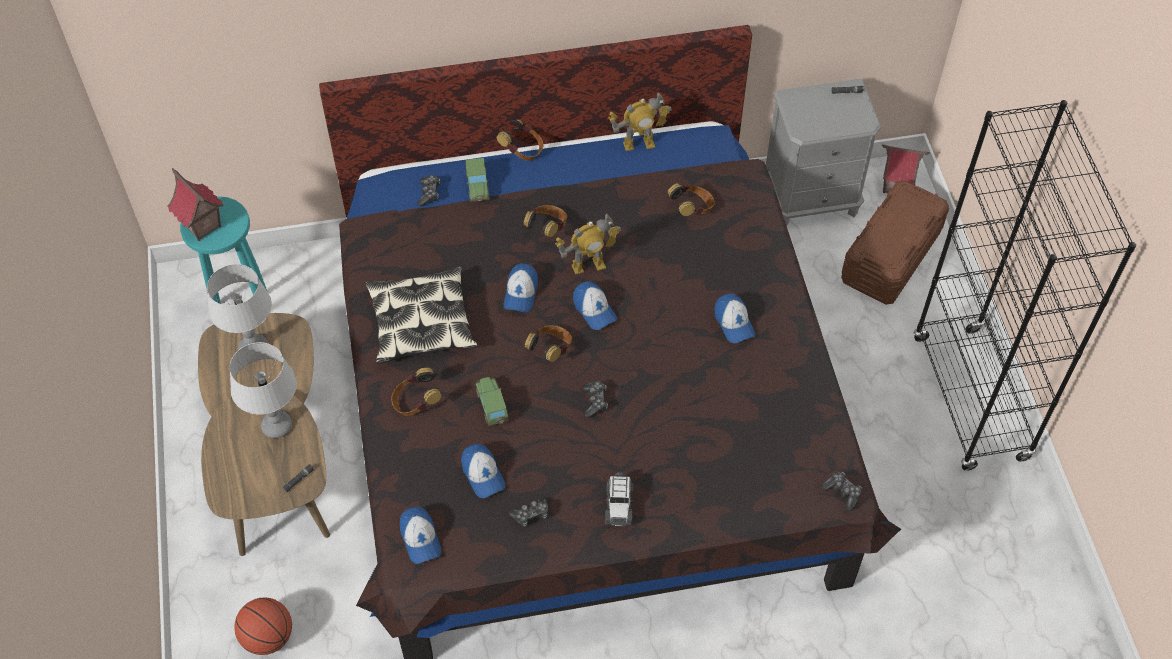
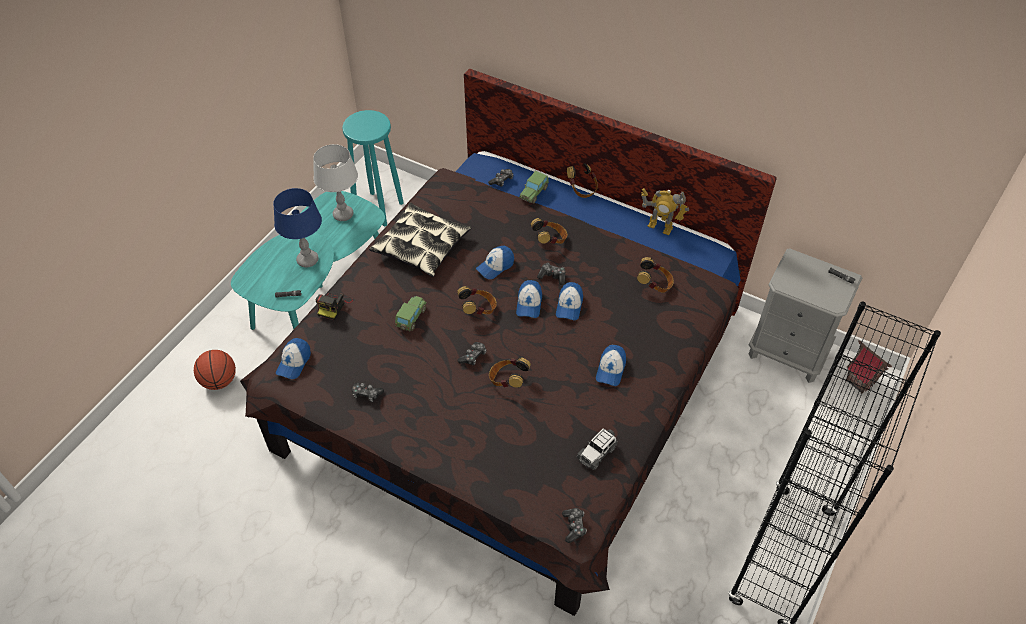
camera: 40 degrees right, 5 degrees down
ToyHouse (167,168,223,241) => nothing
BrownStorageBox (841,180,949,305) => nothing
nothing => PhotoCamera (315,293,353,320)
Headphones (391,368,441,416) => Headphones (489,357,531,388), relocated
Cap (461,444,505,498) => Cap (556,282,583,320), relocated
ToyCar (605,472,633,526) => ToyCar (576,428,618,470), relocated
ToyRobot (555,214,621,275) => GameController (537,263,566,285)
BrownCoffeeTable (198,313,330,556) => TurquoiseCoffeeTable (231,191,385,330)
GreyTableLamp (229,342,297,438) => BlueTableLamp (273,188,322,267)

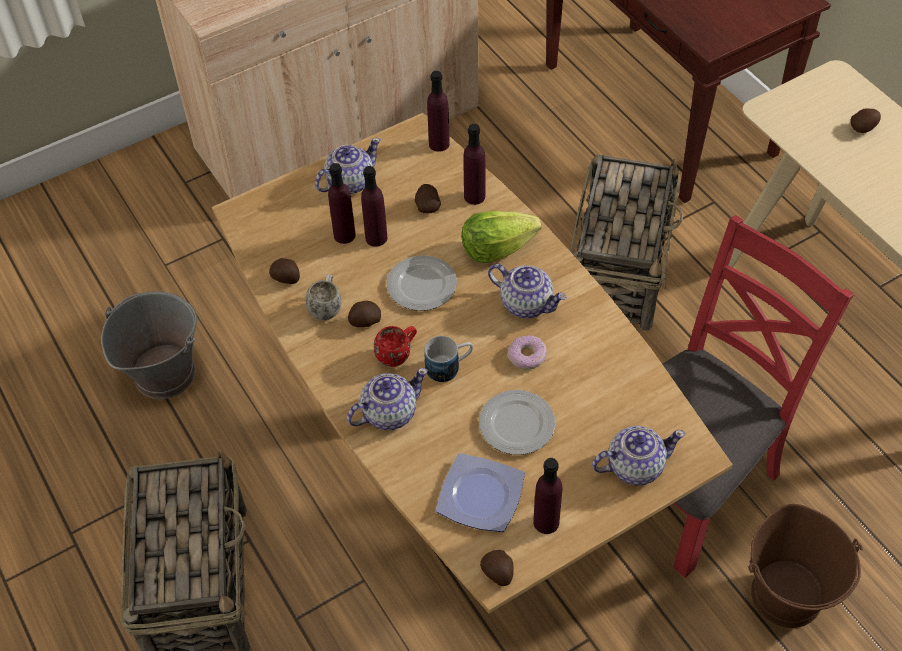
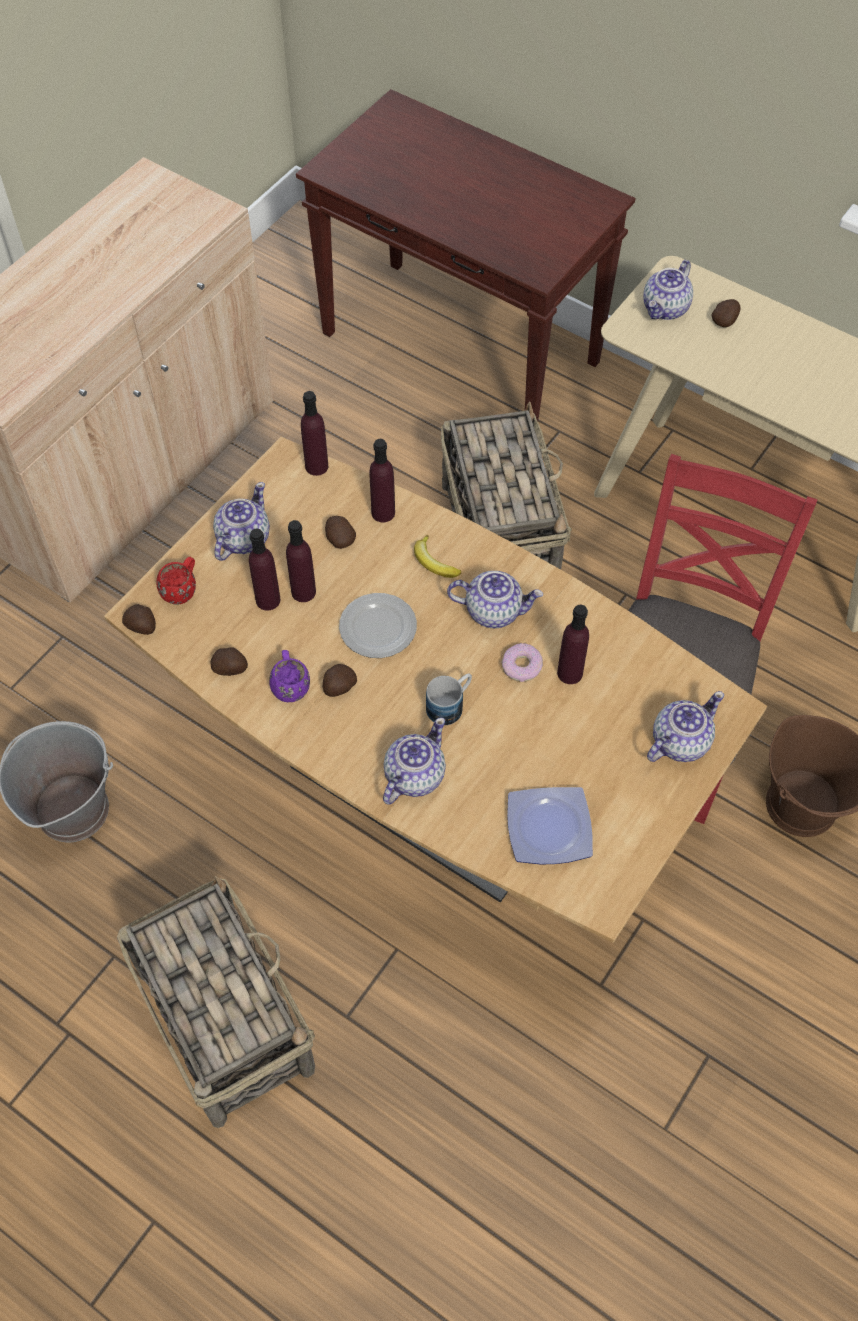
camera: 25 degrees left, 5 degrees up
Plate (479,390,555,455) => nothing
nothing => Teapot (643,260,693,320)
RedMug (374,326,417,367) => RedMug (156,557,196,605), relocated
Potato (480,550,514,586) => Potato (122,604,156,635), relocated
PurpleBottle (533,458,562,534) => PurpleBottle (557,605,589,684), relocated
Lettuce (461,211,541,263) => Banana (414,535,461,578)
WhiteMug (305,274,342,320) => PurpleMug (269,650,310,702)

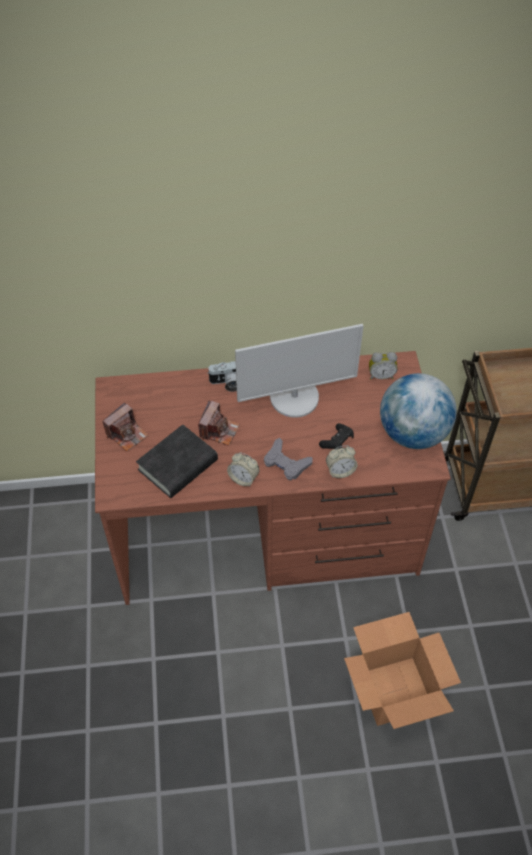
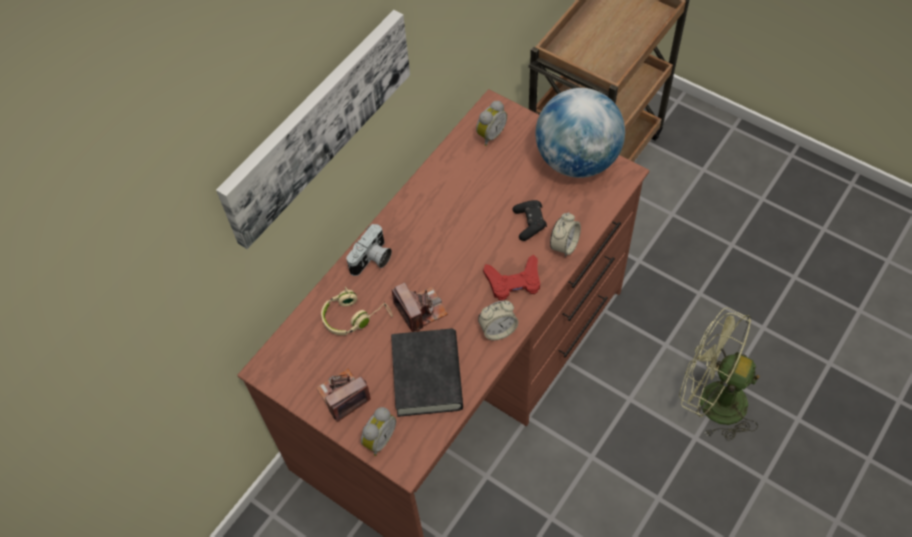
camera: 45 degrees left, 5 degrees up
Monitor (235,324,363,418) => nothing
nothing => Picture (216,10,410,249)
nothing => BeigeHeadphones (321,287,393,335)
nothing => AlarmClock (361,407,396,456)
CardboardBox (344,612,461,729) => GreenFan (679,308,759,441)
GreyGameController (264,438,313,480) => RedGameController (483,255,540,301)
PhotoCamera (102,402,148,452) => PhotoCamera (316,368,371,422), 120 degrees counterclockwise

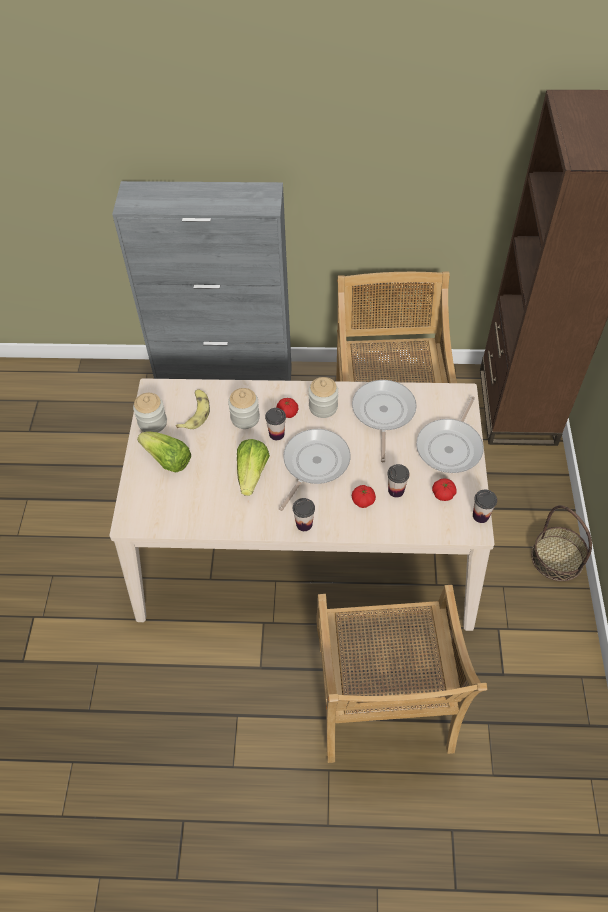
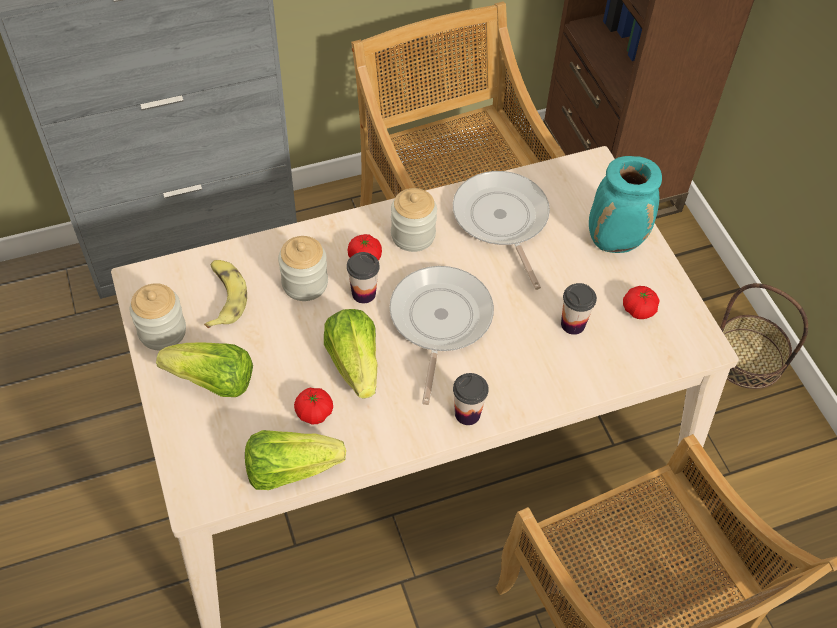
camera: 25 degrees left, 0 degrees up
Cup (473,490,497,523) => nothing
nothing => Lettuce (245,430,346,490)
Tomato (352,485,376,508) => Tomato (294,388,333,425), relocated
FryingPan (416,396,484,473) => TurquoiseVase (589,156,662,253)

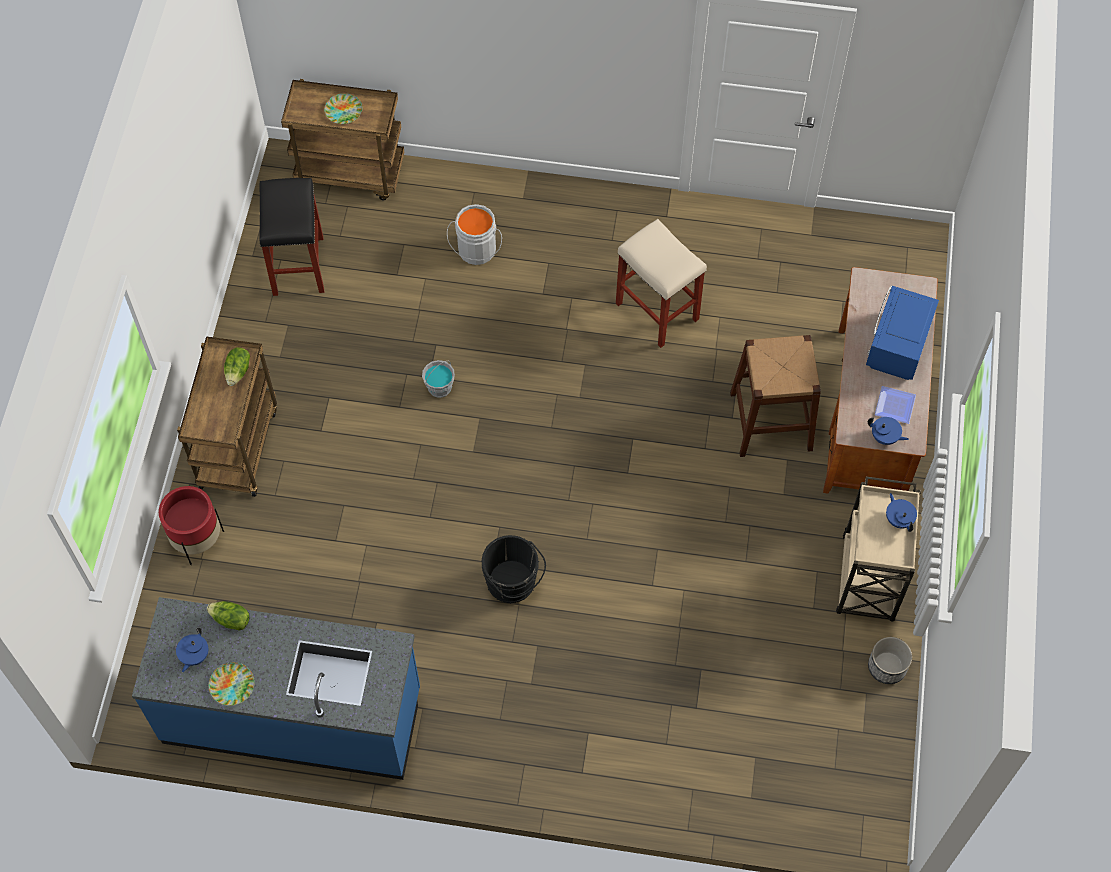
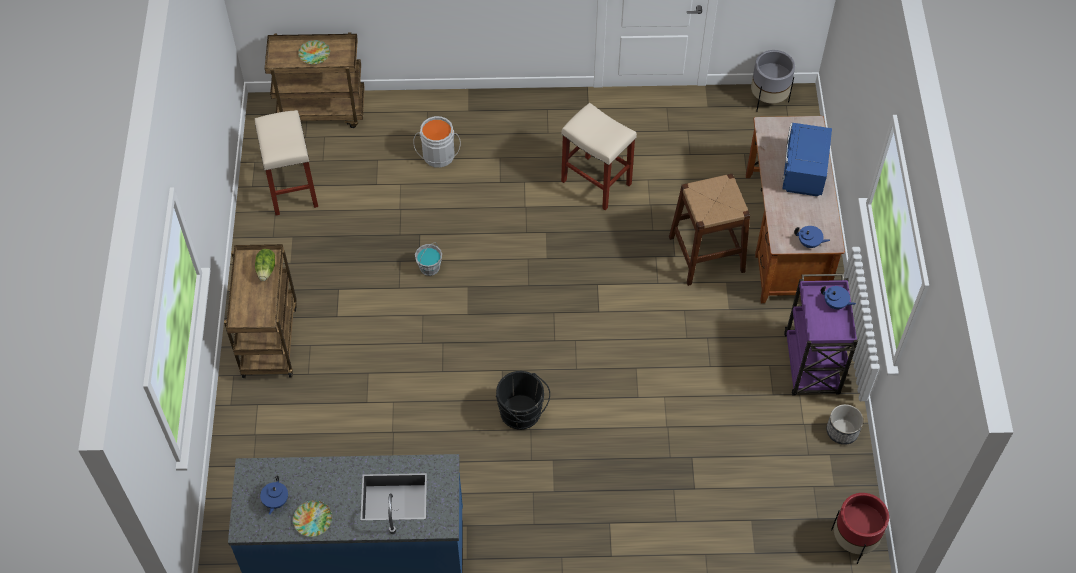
camera: 10 degrees left, 5 degrees down
Lettuce (207,601,250,631) => nothing
Plate (875,386,916,424) => nothing
nothing => GreyPlanter (751,50,795,112)
RedPlanter (159,486,224,565) => RedPlanter (831,493,889,564), relocated
BlackStool (259,178,324,296) => BeigeStool (255,110,318,215)
BeigeCart (836,476,921,621) => PurpleCart (784,274,858,395)
BlueTeapot (886,493,917,532) => BlueTeapot (821,286,856,309), 150 degrees clockwise

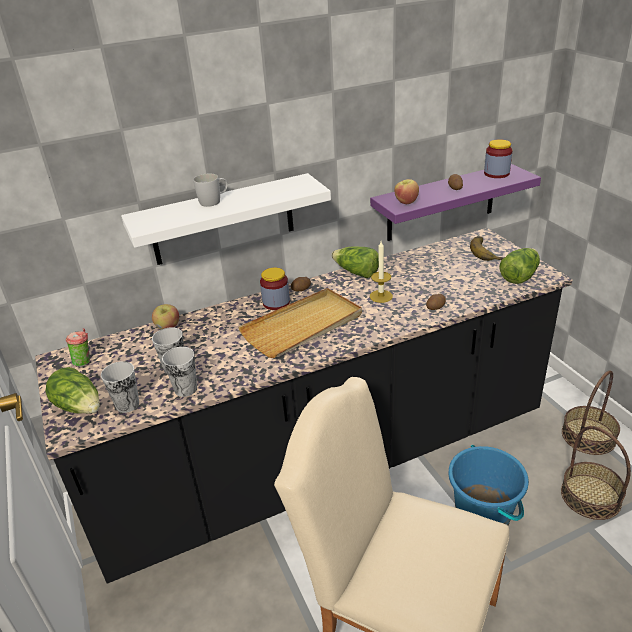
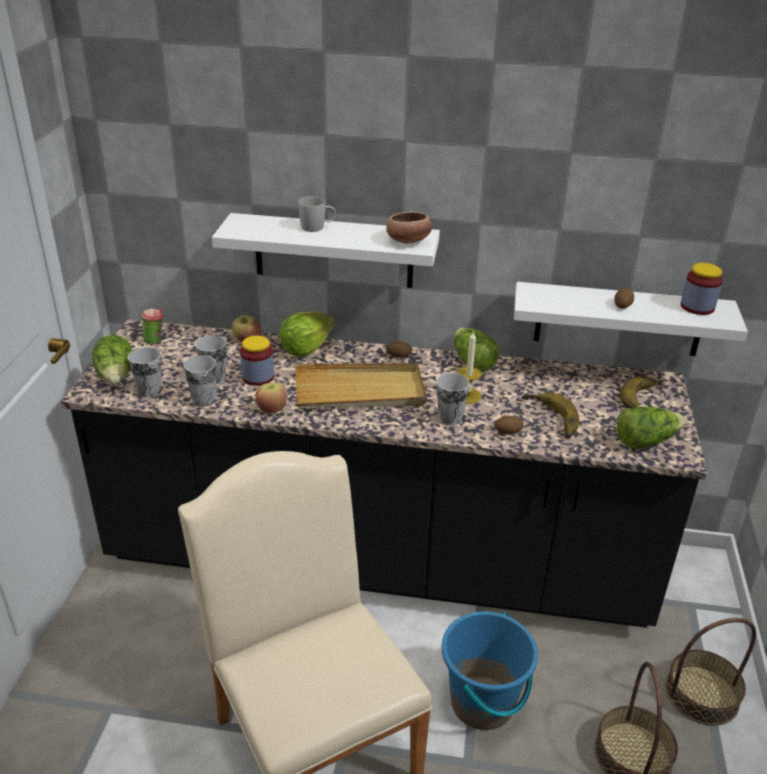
camera: 30 degrees right, 0 degrees up
nothing => Lettuce (279,312,335,357)
nothing => Bowl (386,211,432,244)
nothing => Cup (437,373,470,425)
nothing => Banana (521,392,579,439)
Jar (260,268,290,310) => Jar (240,336,274,386), relocated
Apple (394,179,419,204) => Apple (255,383,287,413), relocated
PurpleShelf (370,164,541,241) => WhiteShelf (514,282,748,356)

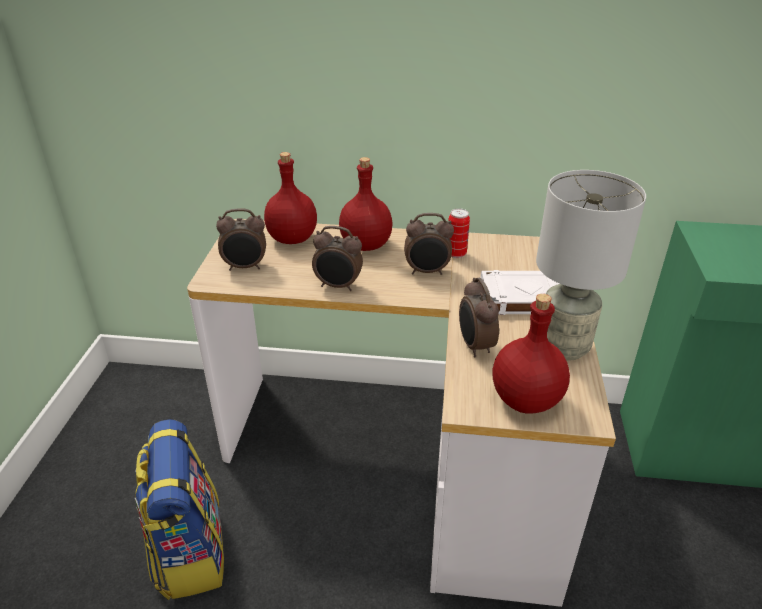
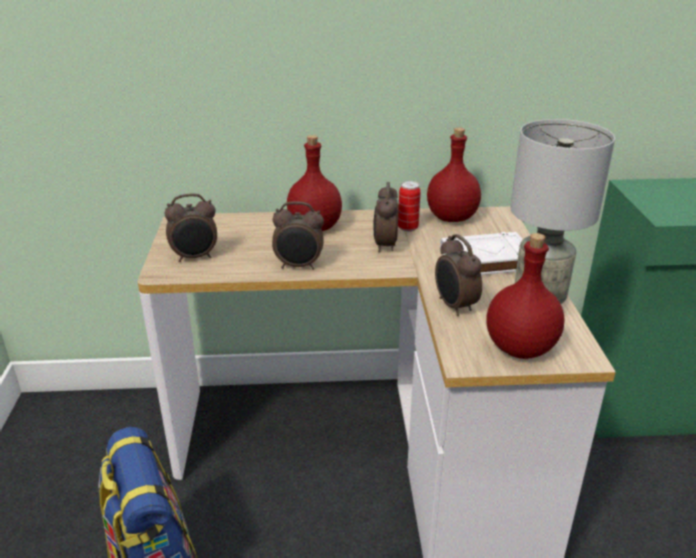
camera: 10 degrees left, 5 degrees down
RedBottle (264,152,317,244) => RedBottle (427,128,481,222), relocated
AlarmClock (404,213,454,275) => AlarmClock (373,182,399,252), 105 degrees clockwise

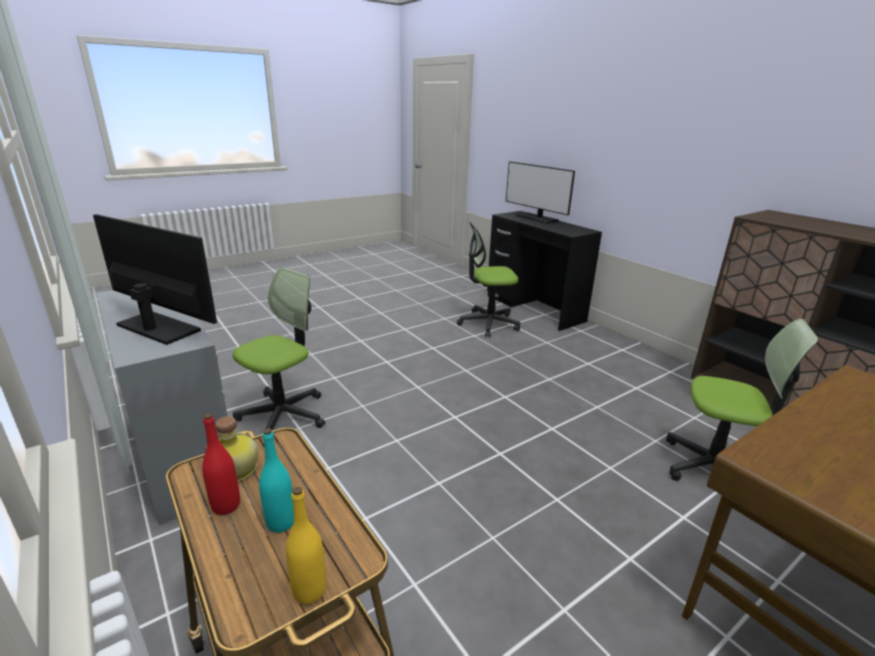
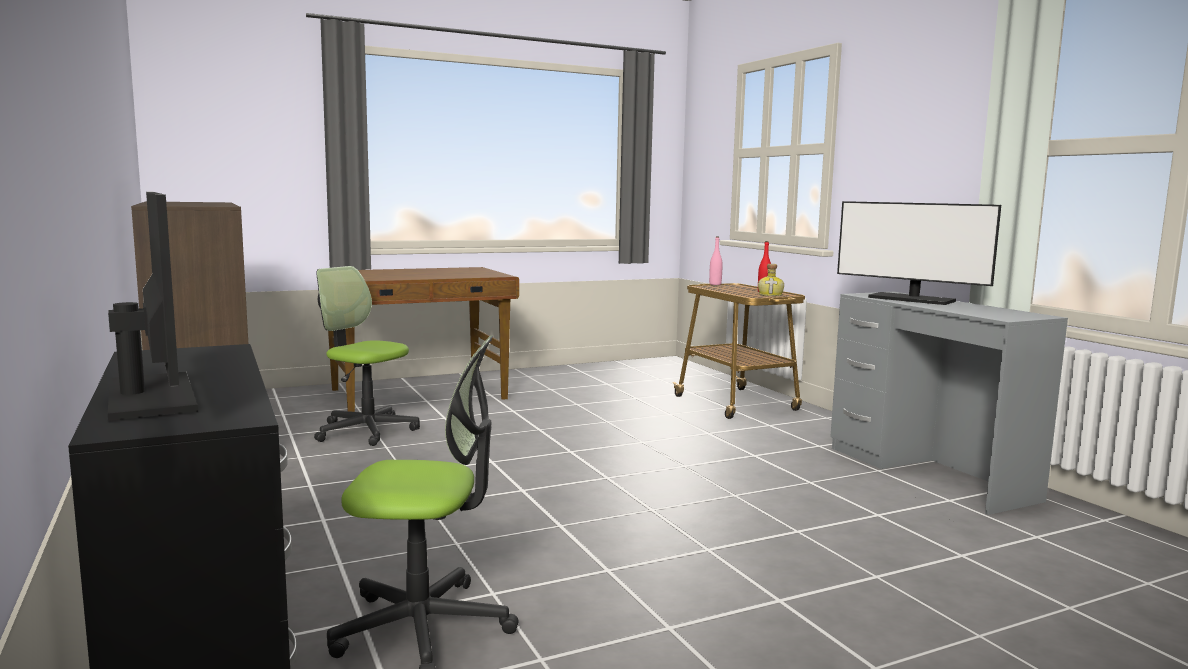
camera: 170 degrees left, 15 degrees down
OfficeChair (233,267,325,429) => nothing
TurquoiseBottle (259,428,294,533) => nothing
YellowBottle (286,487,326,604) => PinkBottle (709,236,723,285)

